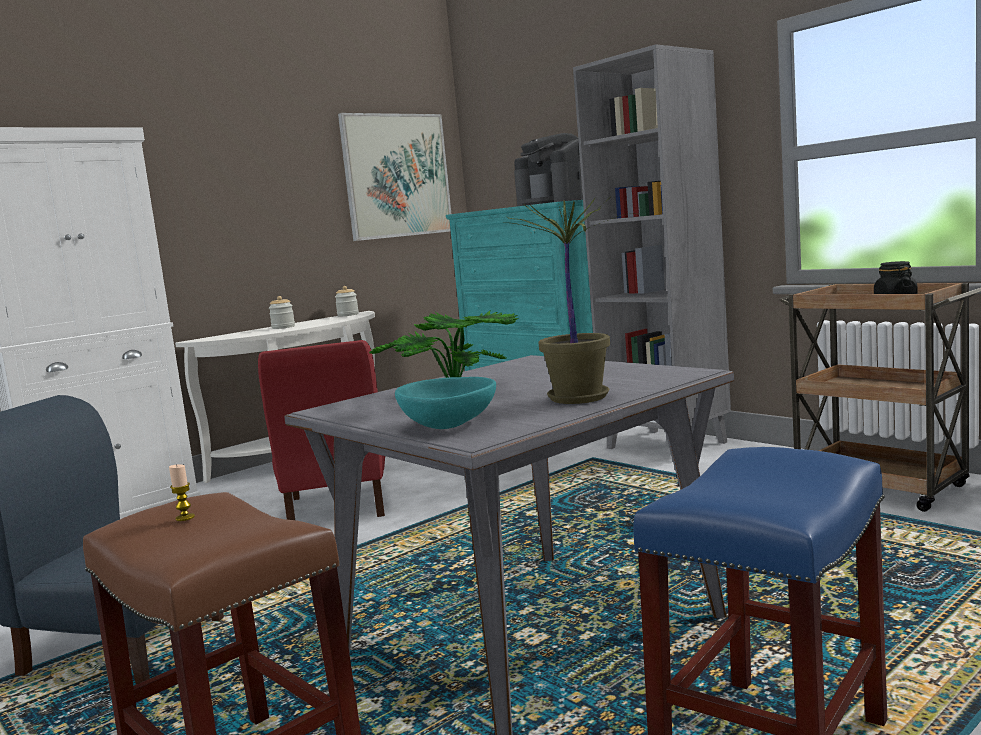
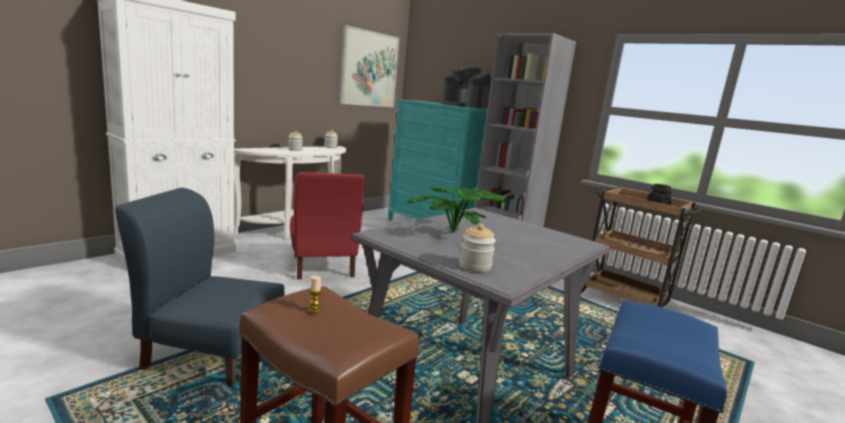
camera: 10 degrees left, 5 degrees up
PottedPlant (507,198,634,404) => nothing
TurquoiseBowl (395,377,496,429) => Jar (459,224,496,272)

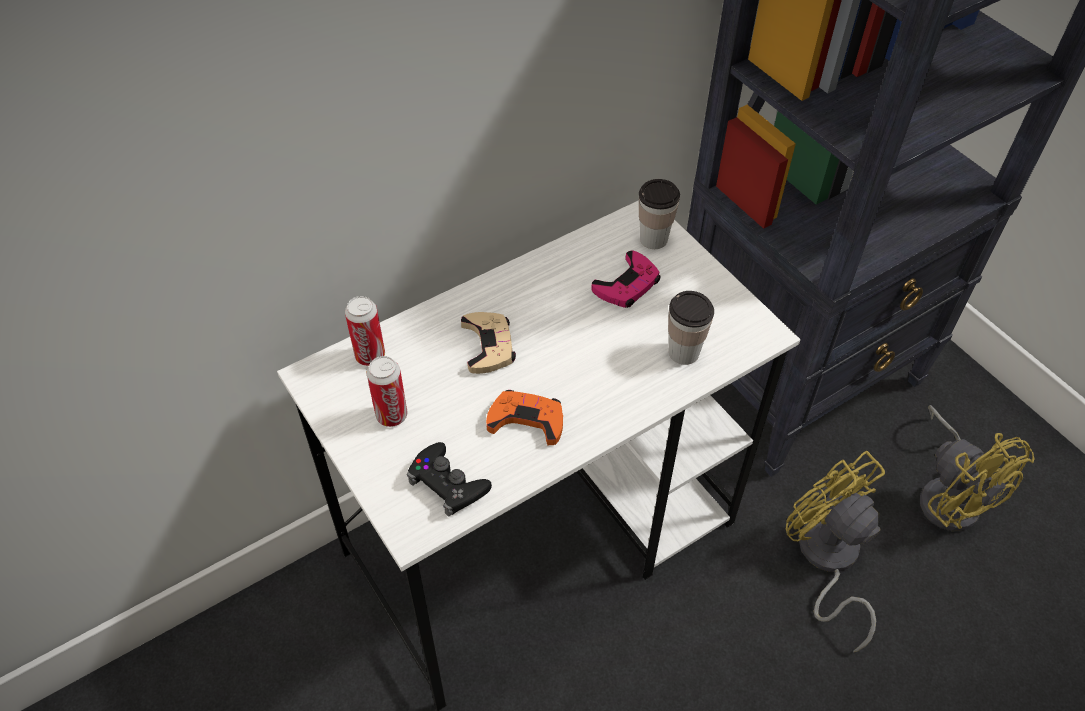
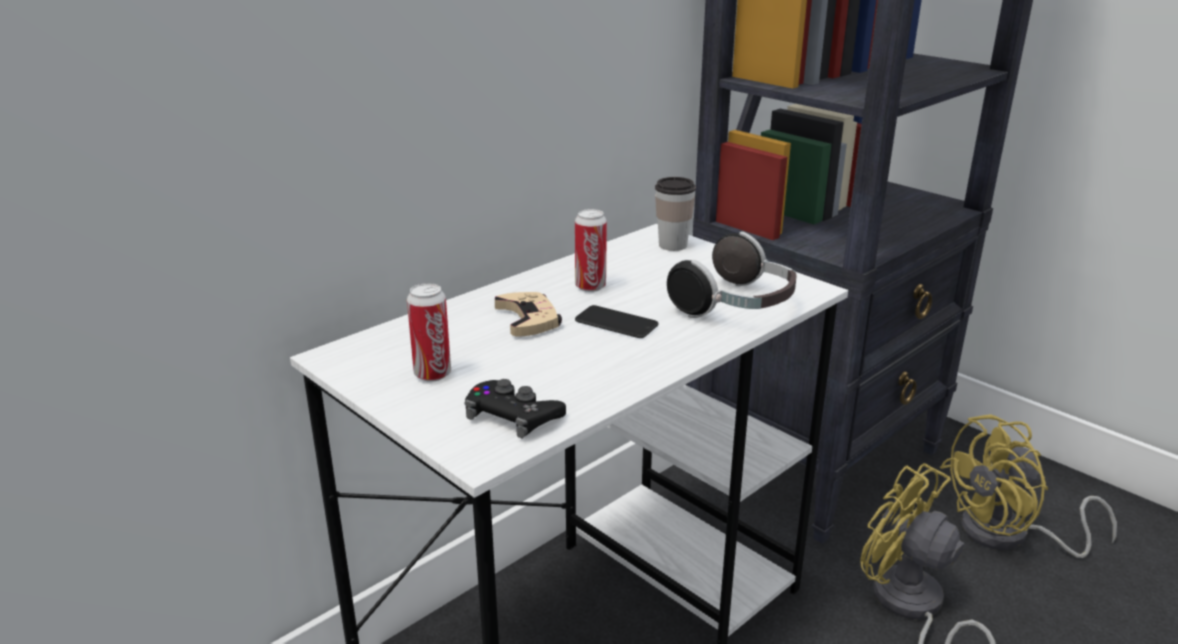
camera: 10 degrees left, 25 degrees down
OrangeGameController (486,390,563,445) => nothing
PinkGameController (591,250,660,308) => nothing
nothing => Phone (575,305,658,338)
Can (345,296,385,366) => Can (575,209,607,292), relocated
Cup (668,291,714,365) => Headphones (667,231,797,318)
YellowFan (920,405,1034,531) => YellowFan (940,414,1117,558), 105 degrees clockwise

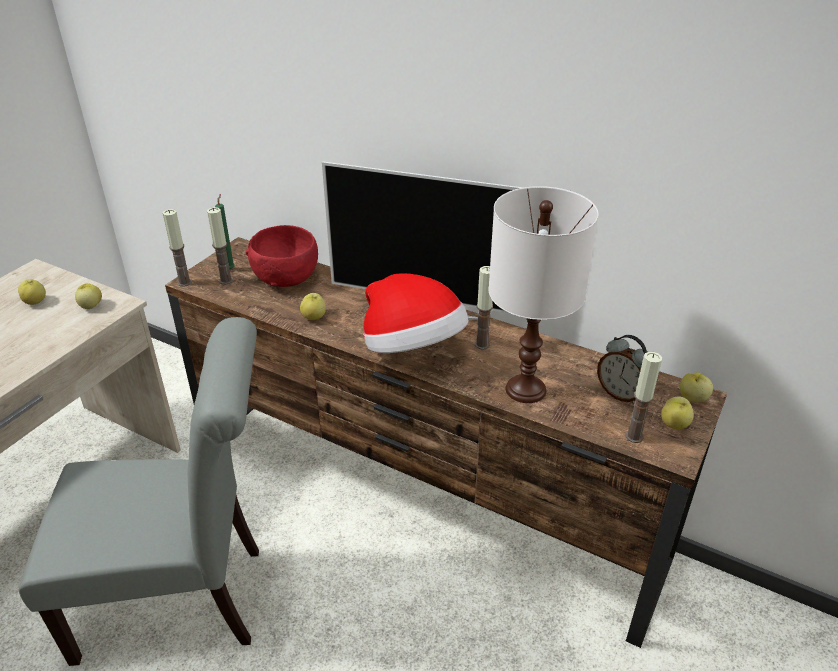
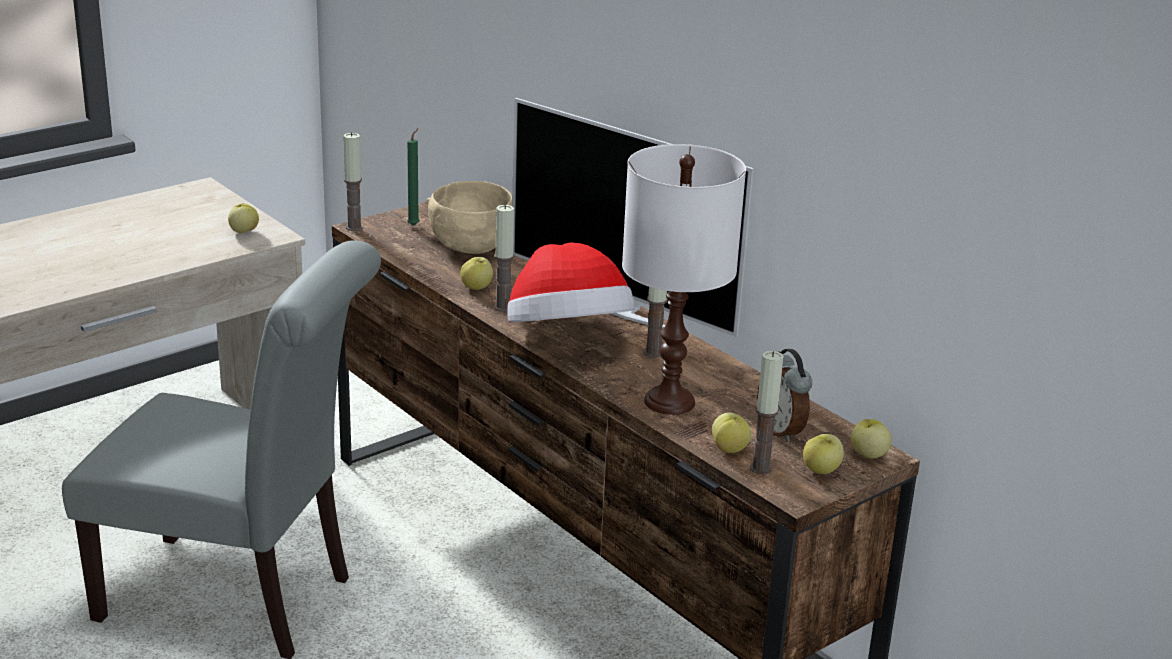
camera: 20 degrees right, 10 degrees down
Apple (18,279,46,305) => Apple (712,413,751,453), relocated
Candle (207,207,233,285) => Candle (494,205,514,312), relocated
RedBowl (246,225,318,287) => BeigeBowl (426,181,513,254)

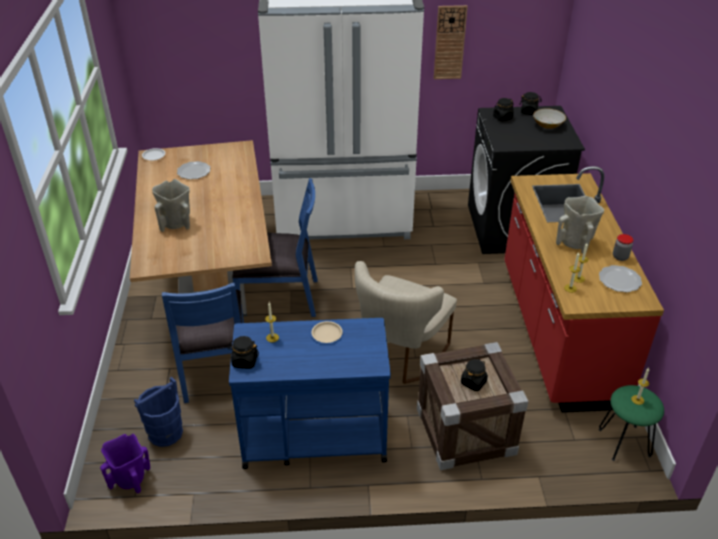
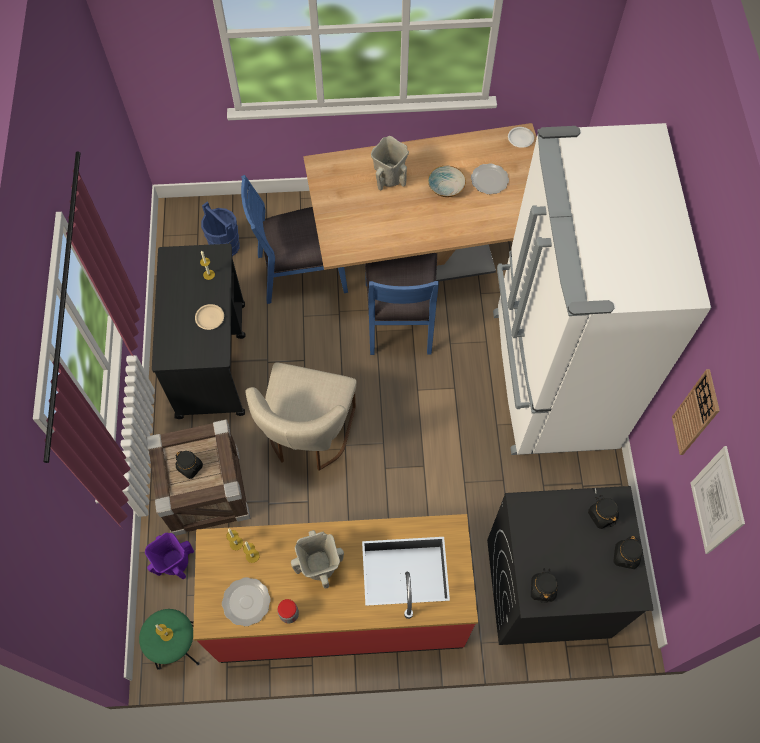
camera: 90 degrees right, 25 degrees up
nothing => Picture (691,446,745,554)
PurpleVase (100,434,150,493) => PurpleVase (145,533,194,579), relocated
BlackJar (228,336,259,369) => BlackJar (531,568,558,603), relocated
Bowl (533,109,566,129) => Bowl (428,165,466,197), relocated
BlueCart (229,318,391,469) => BlackCart (152,244,245,419)
BeigeChair (355,261,457,384) => BeigeChair (246,363,356,471), 105 degrees counterclockwise

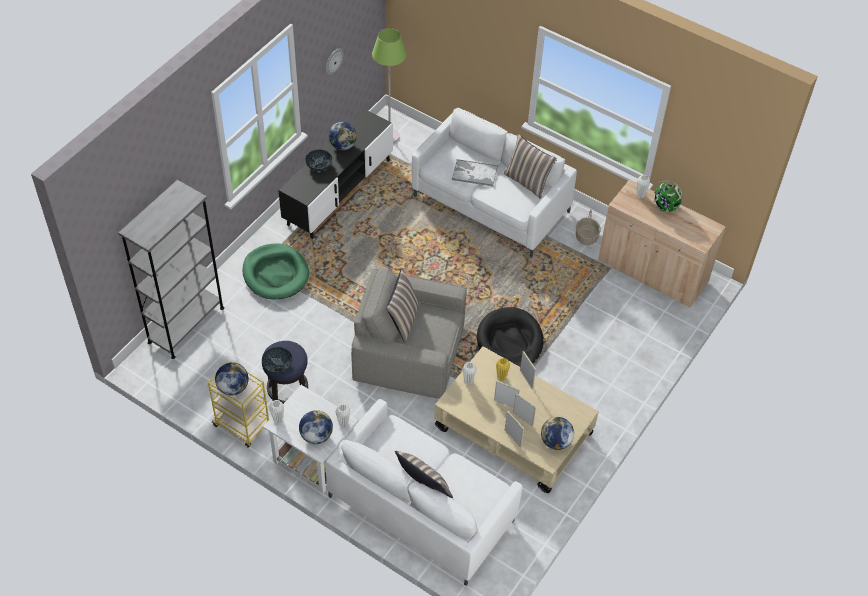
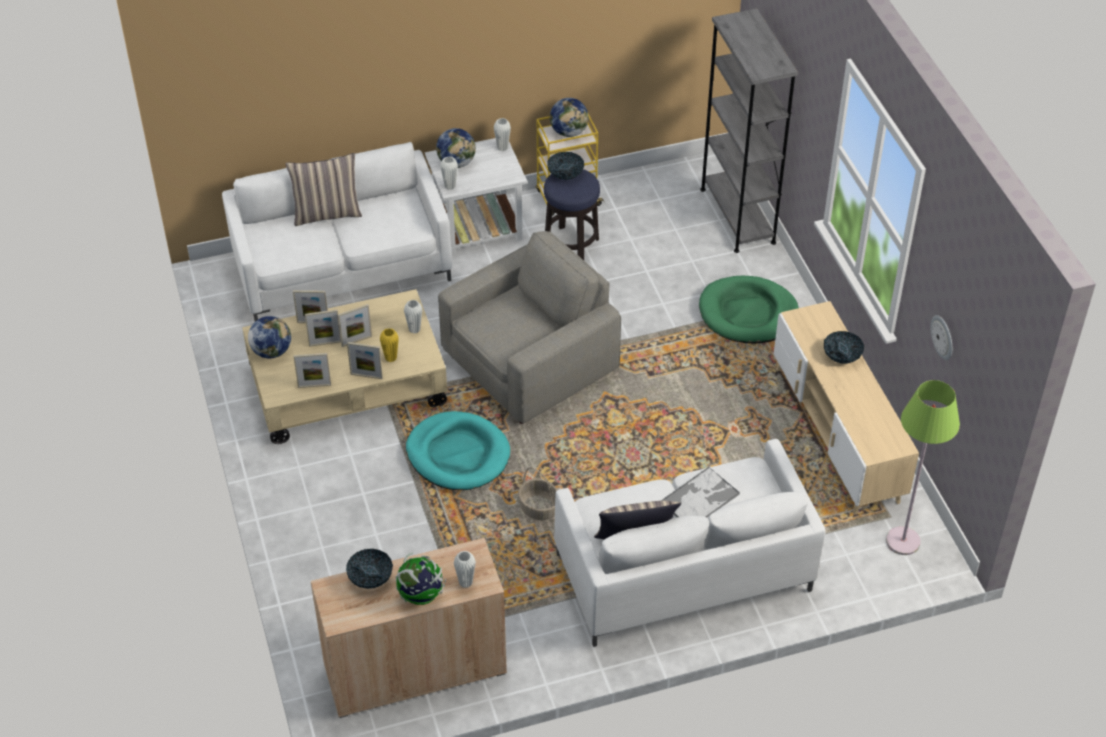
camera: 130 degrees right, 5 degrees down
Globe (328,122,357,150) => nothing
Pillow (386,268,420,343) => nothing
nothing => PictureFrame (294,353,331,388)
nothing => Bowl (346,549,393,589)
Basket (576,209,601,245) => Basket (518,467,557,520), relocated
BlackTvStand (278,108,393,239) => BeigeTvStand (774,301,919,515)
BlackDogBed (477,307,543,367) => TurquoiseDogBed (406,411,510,490)

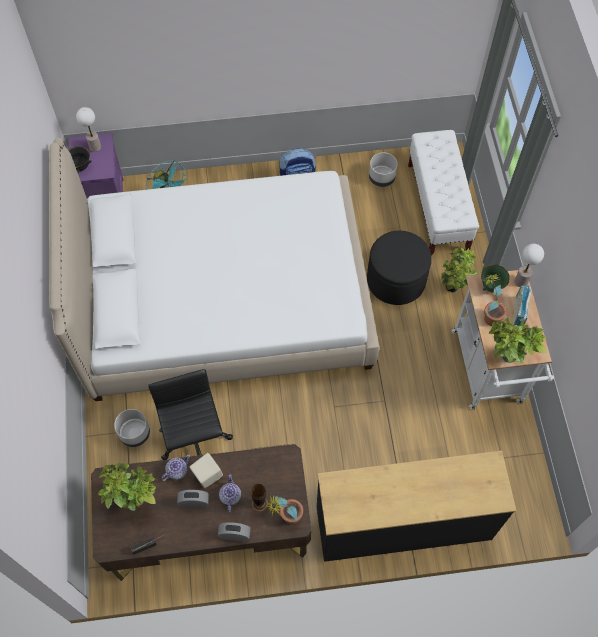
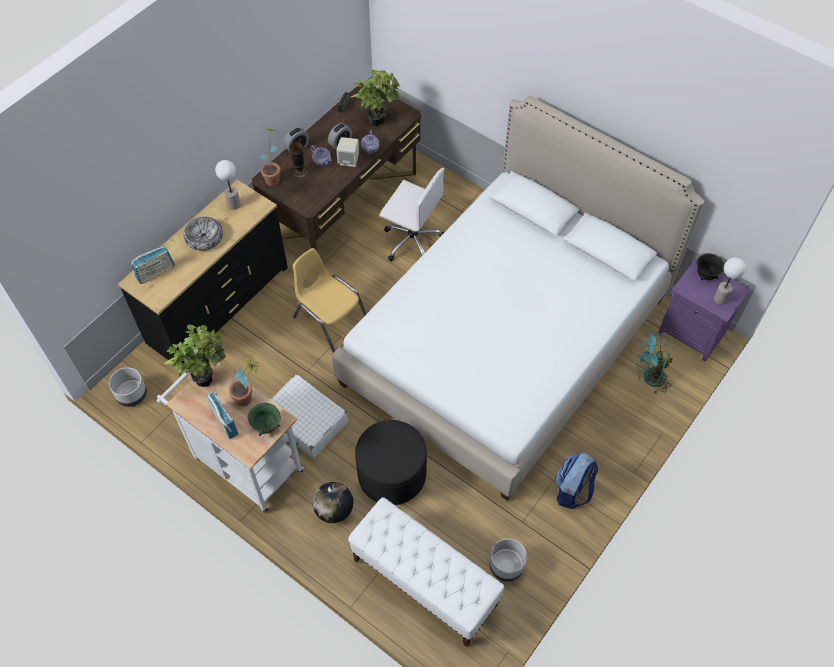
camera: 135 degrees right, 5 degrees down
nothing => Radio (131,246,175,284)
nothing => Bowl (184,217,223,251)
nothing => WhiteSuitcase (270,374,348,458)
nothing => YellowChair (293,248,366,353)
GreyPlanter (114,409,150,447) => GreyPlanter (109,367,147,407), relocated
TableLamp (515,244,544,287) => TableLamp (215,160,241,210), relocated
PottedPlant (441,248,477,292) => Globe (313,482,353,523)
BlackOfficeChair (148,369,233,460) => WhiteOfficeChair (379,168,445,261)

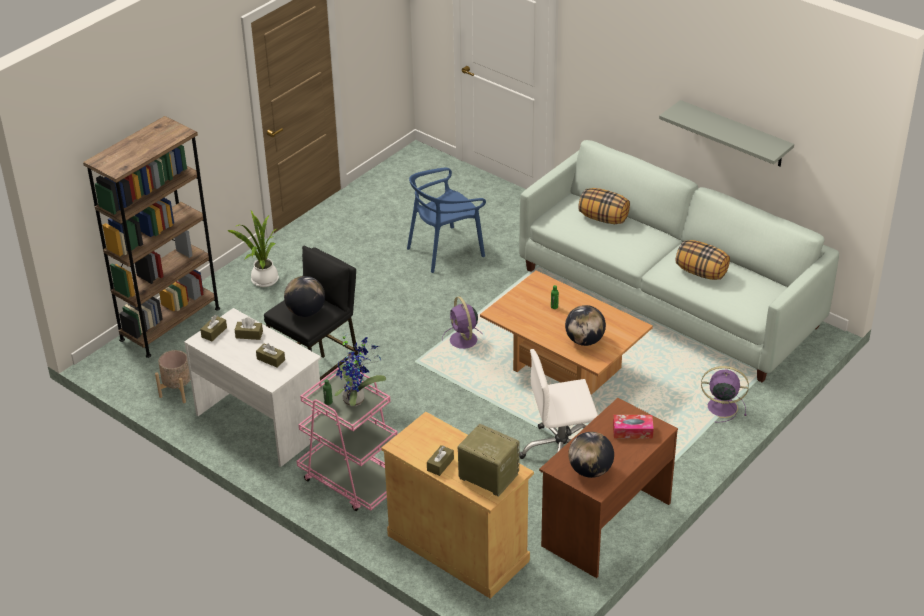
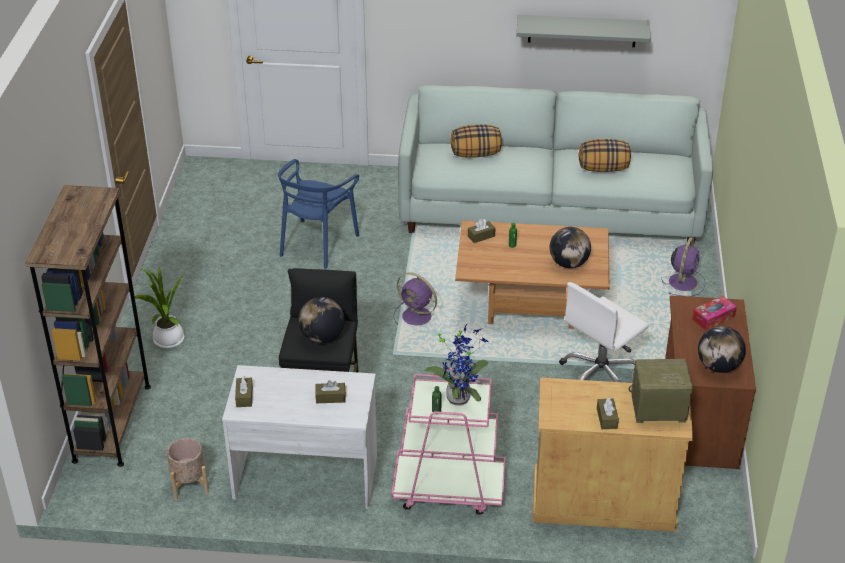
camera: 35 degrees left, 0 degrees up
BrownTissueBox (235,318,263,340) => BrownTissueBox (468,219,496,243), relocated
PurpleFan (701,366,749,423) => PurpleFan (662,237,705,296), 135 degrees clockwise

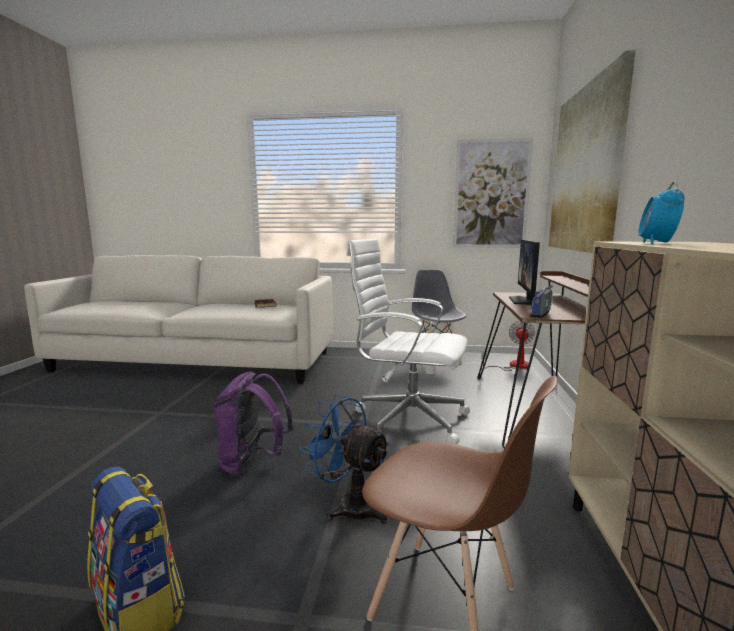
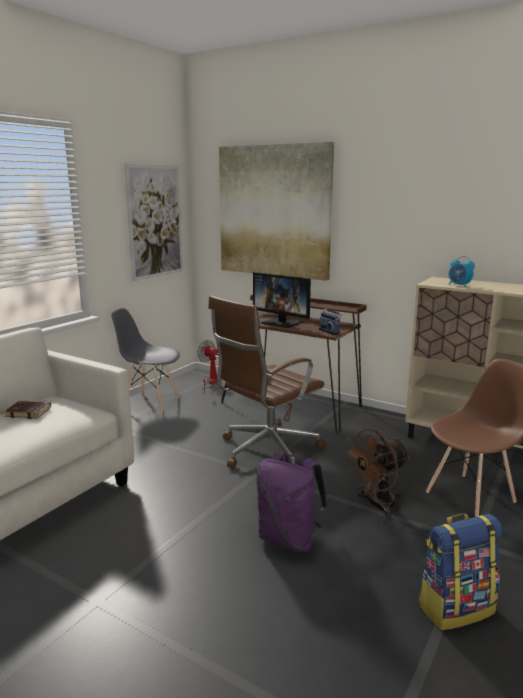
camera: 65 degrees left, 5 degrees up
BlueFan (299,394,391,524) => BrownFan (343,428,410,517)
WhiteOfficeChair (346,239,470,444) => BrownOfficeChair (208,295,326,469)

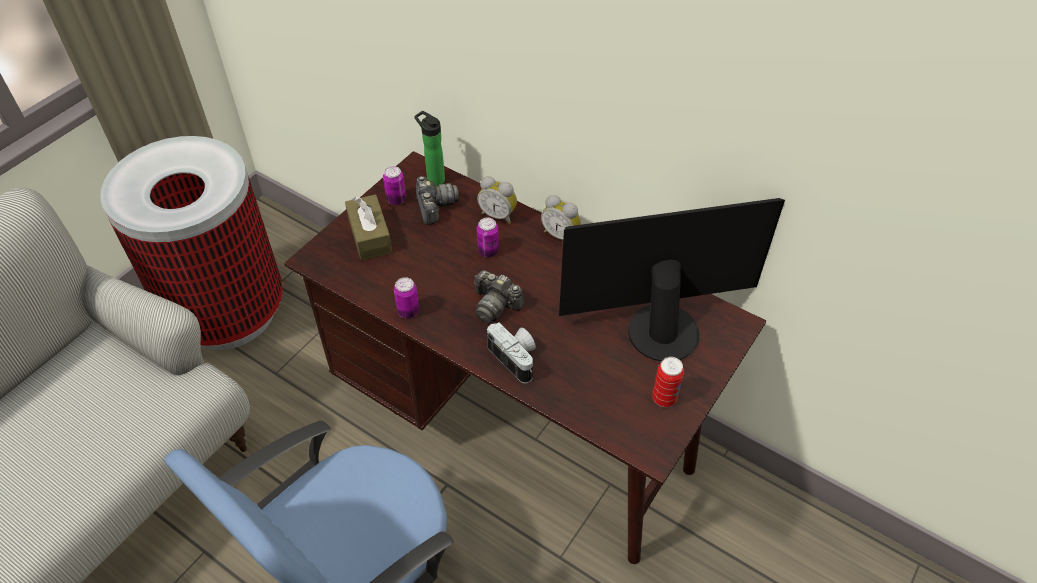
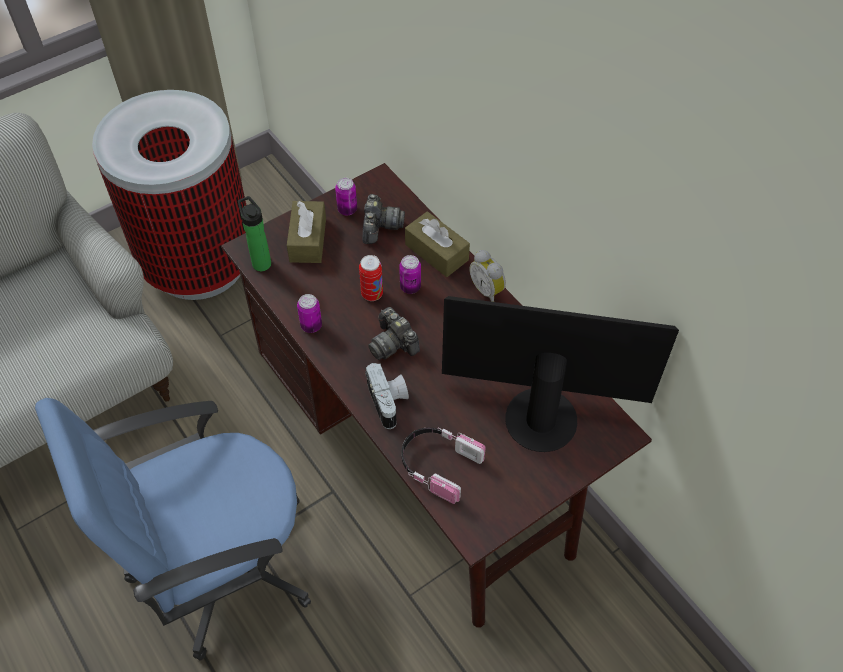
camera: 20 degrees right, 5 degrees up
nothing => Headphones (401,427,486,504)
Bottle (414,111,445,186) => Bottle (238,196,271,272), relocated
Can (652,357,684,407) => Can (359,255,383,301), relocated
AlarmClock (477,176,517,224) => BrownTissueBox (405,211,470,277)

